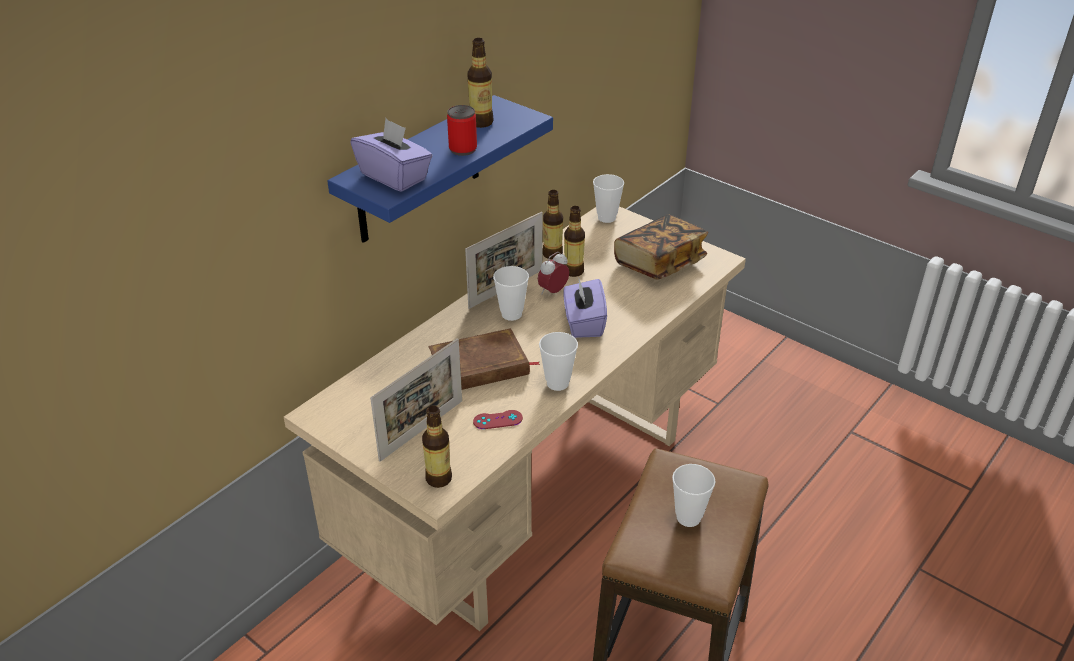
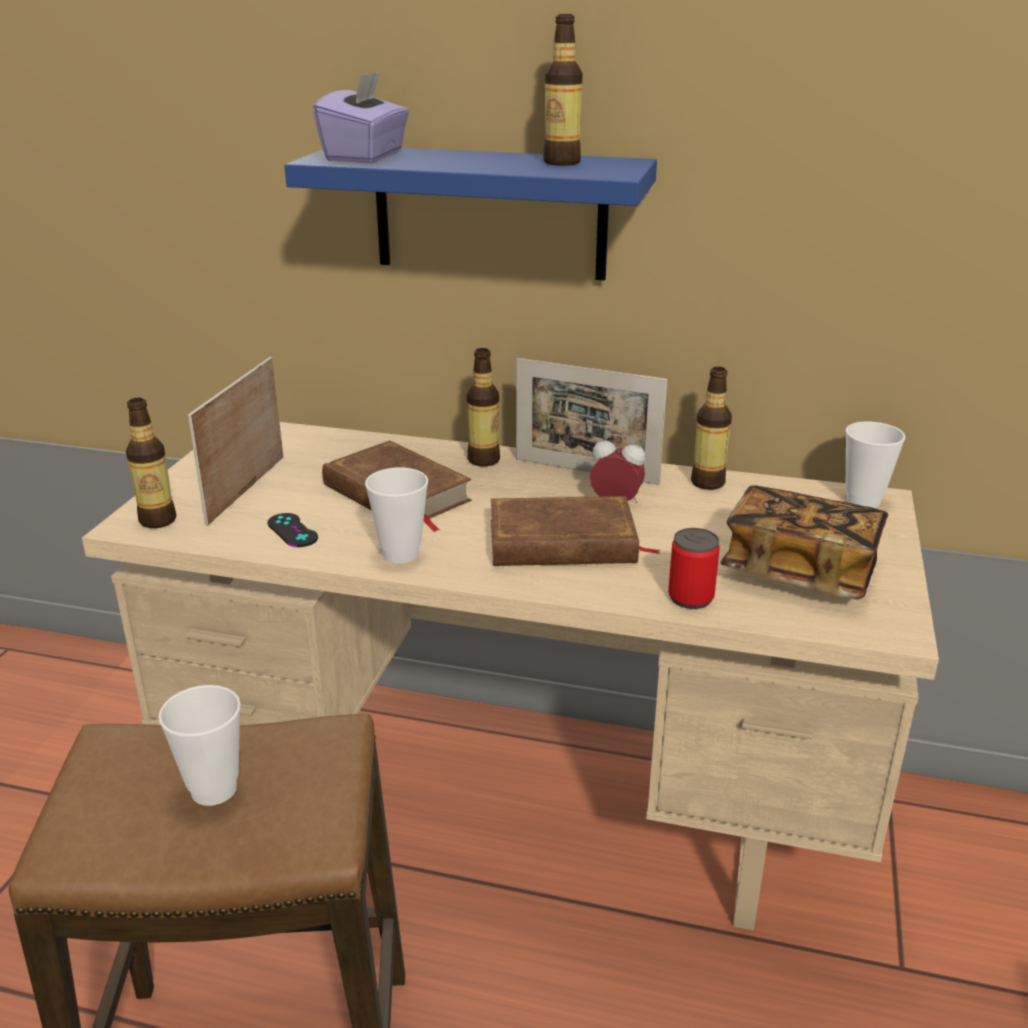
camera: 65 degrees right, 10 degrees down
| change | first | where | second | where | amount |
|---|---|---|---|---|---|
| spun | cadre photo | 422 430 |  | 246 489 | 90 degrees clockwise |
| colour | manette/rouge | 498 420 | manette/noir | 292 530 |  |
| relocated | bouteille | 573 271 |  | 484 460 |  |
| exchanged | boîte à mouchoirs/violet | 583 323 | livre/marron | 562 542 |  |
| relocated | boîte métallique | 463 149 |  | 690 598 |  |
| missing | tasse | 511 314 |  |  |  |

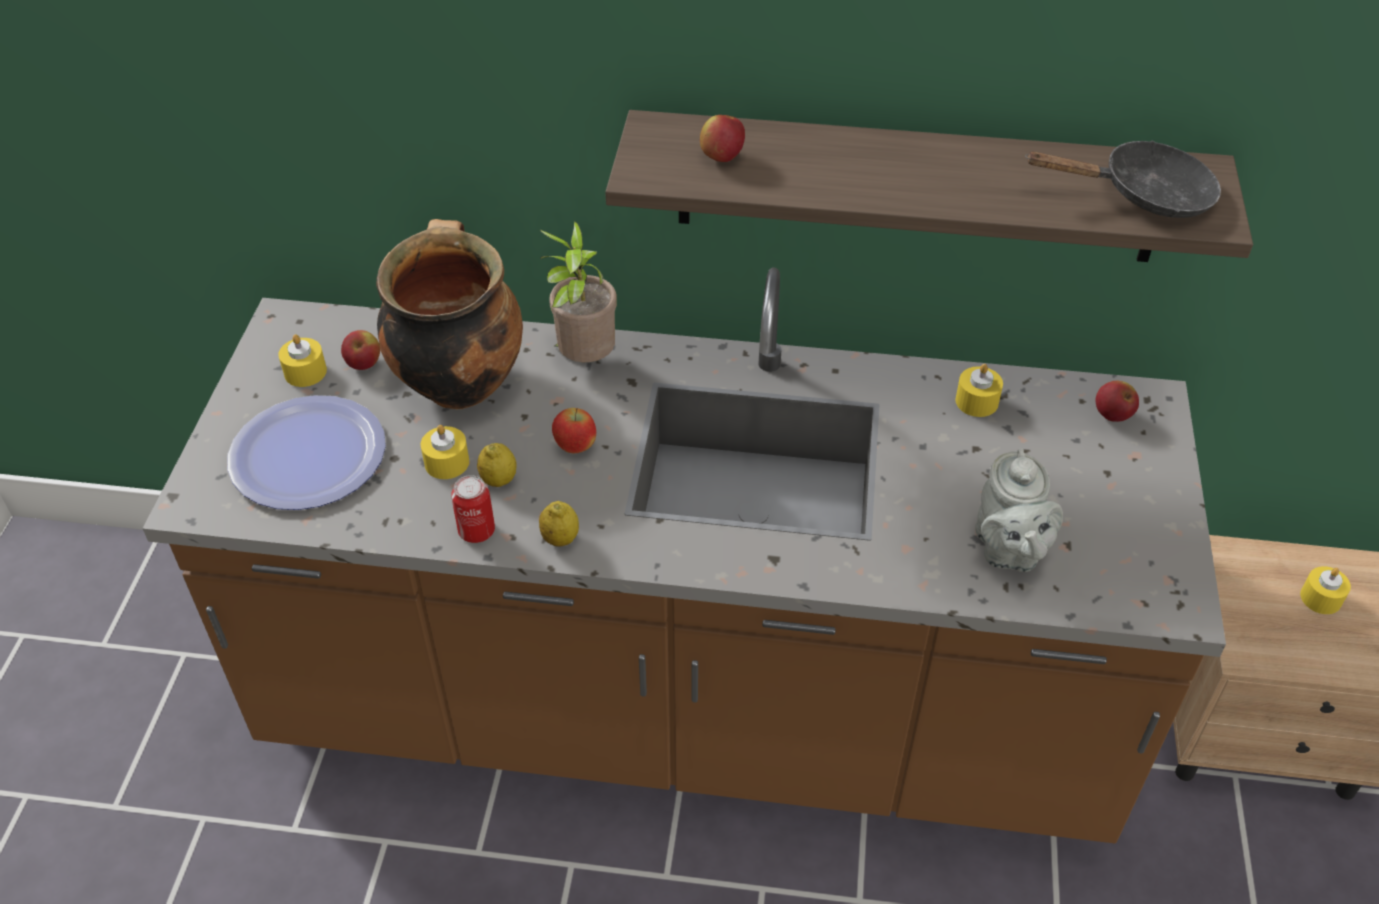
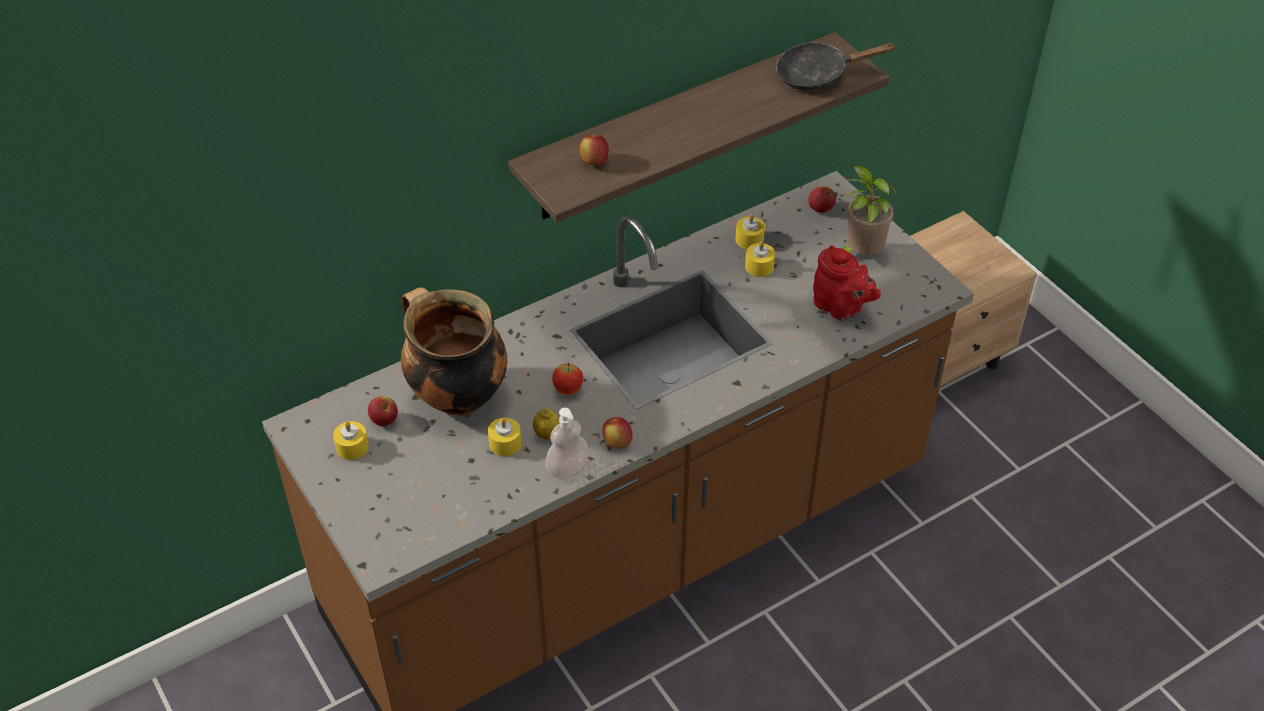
camera: 40 degrees left, 0 degrees up
| change | first | where | second | where | amount |
|---|---|---|---|---|---|
| exchanged | boîte métallique | 476 531 | distributeur de savon | 567 468 |  |
| exchanged | citron | 560 539 | pomme | 617 442 |  |
| relocated | bougie/jaune | 1320 598 |  | 759 266 |  |
| spun | poêle/noir | 1143 195 |  | 818 75 | 150 degrees counterclockwise |
| colour | théière/gris | 1008 550 | théière/rouge | 840 308 |  |
| relocated | plante en pot | 584 359 |  | 860 254 |  |
| missing | assiette | 308 455 |  |  |  |

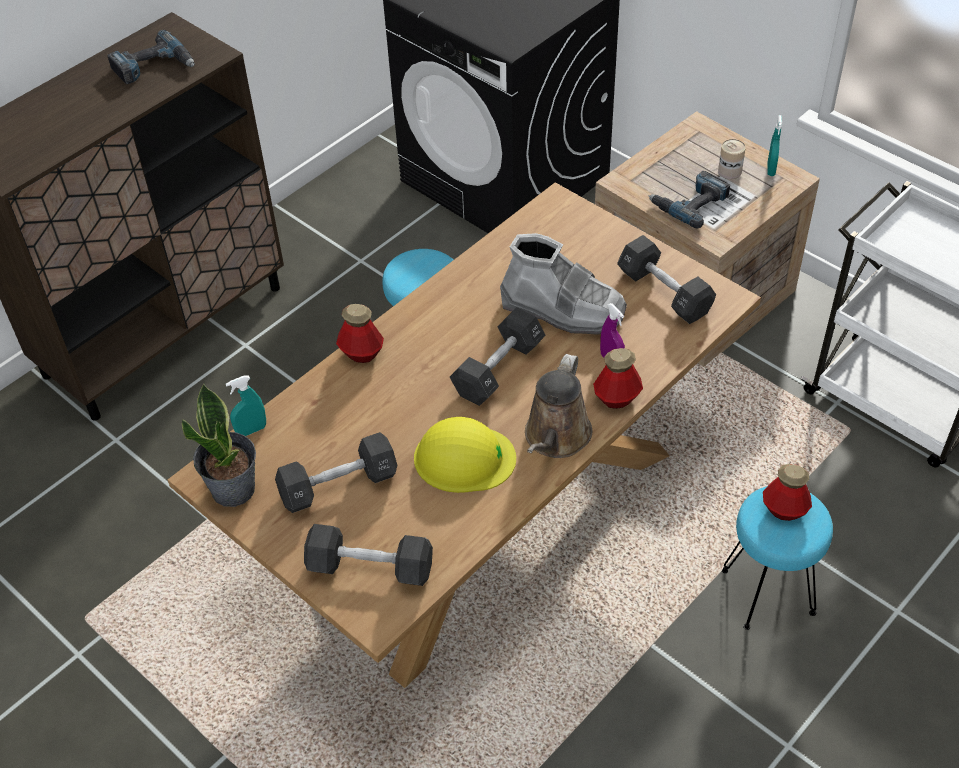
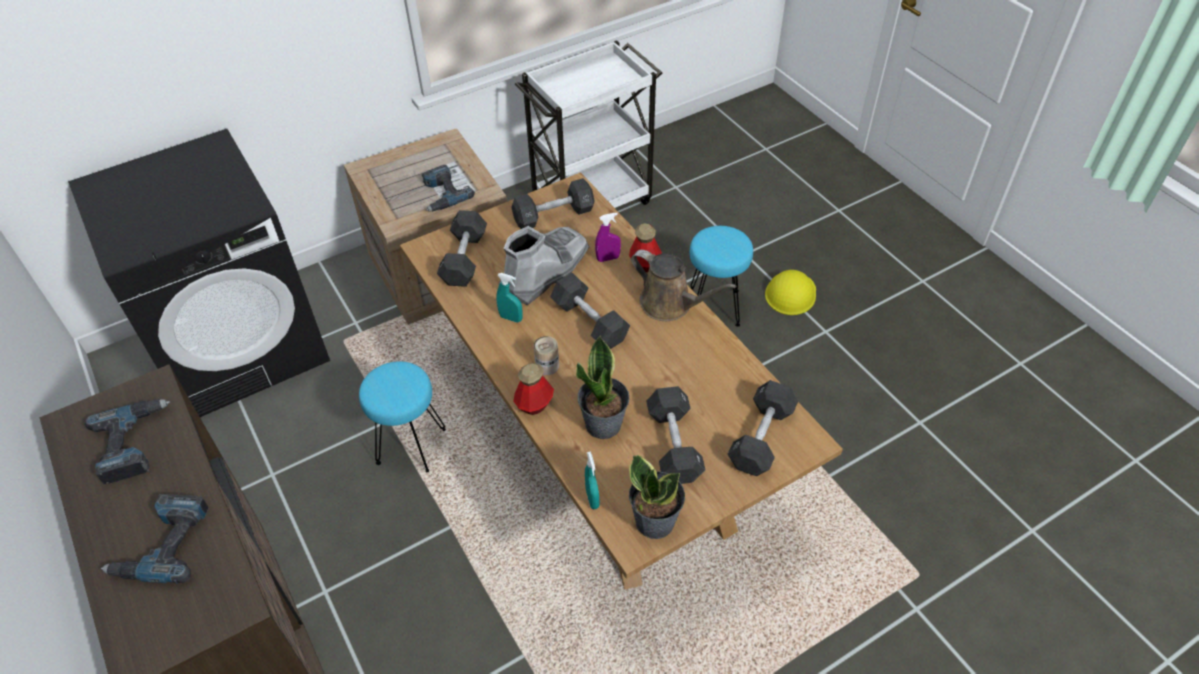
camera: 75 degrees left, 0 degrees up
| change | first | where | second | where | amount |
|---|---|---|---|---|---|
| appeared |  |  | perceuse | 163 544 |  |
| appeared |  |  | haltère/noir | 464 259 |  |
| relocated | vaporisateur/turquoise | 771 169 |  | 511 318 |  |
| relocated | boîte métallique | 729 171 |  | 547 365 |  |
| appeared |  |  | plante en pot | 604 424 |  |
| relocated | casque de chantier/jaune | 464 458 |  | 790 293 |  |
| missing | bouteille | 784 510 |  |  |  |

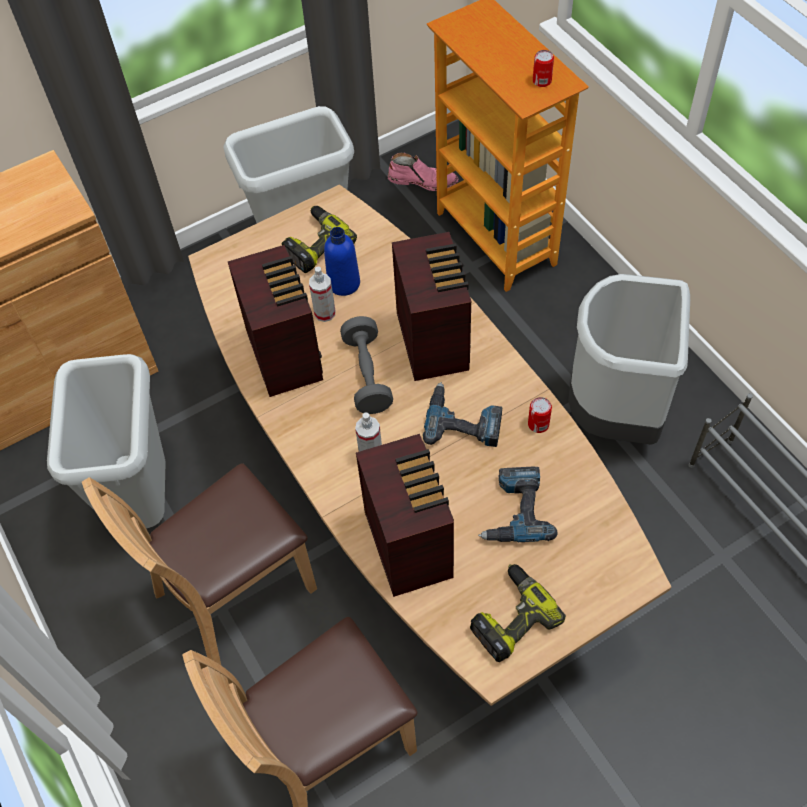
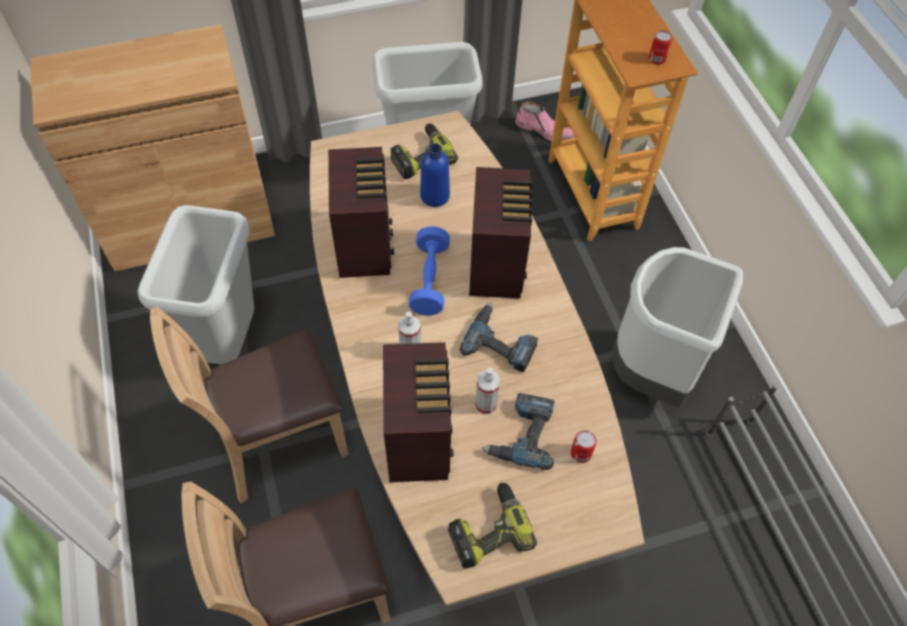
camera: 10 degrees right, 0 degrees up
| change | first | where | second | where | amount |
|---|---|---|---|---|---|
| colour | haltère/gris | 367 375 | haltère/bleu | 429 280 |  |
| relocated | vaporisateur | 325 313 |  | 486 404 |  |
| relocated | boîte métallique | 538 424 |  | 580 453 |  |

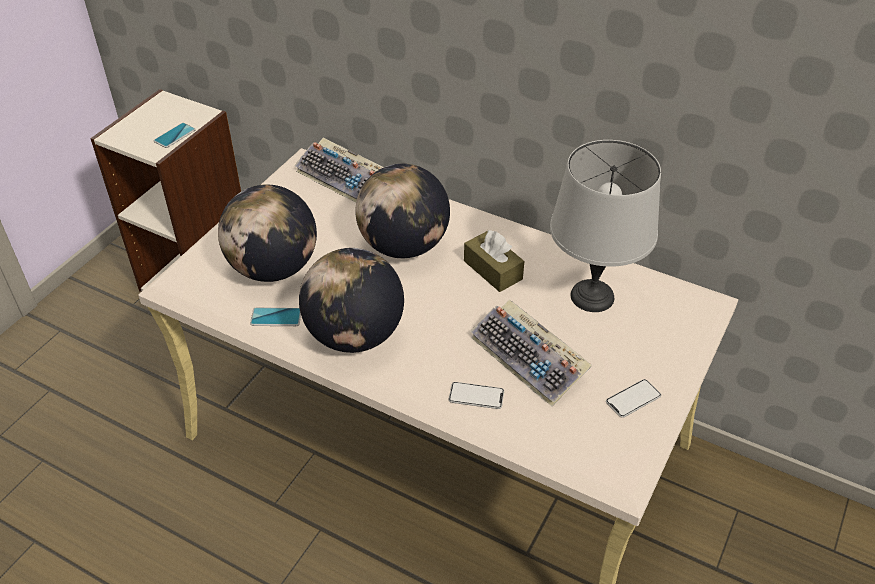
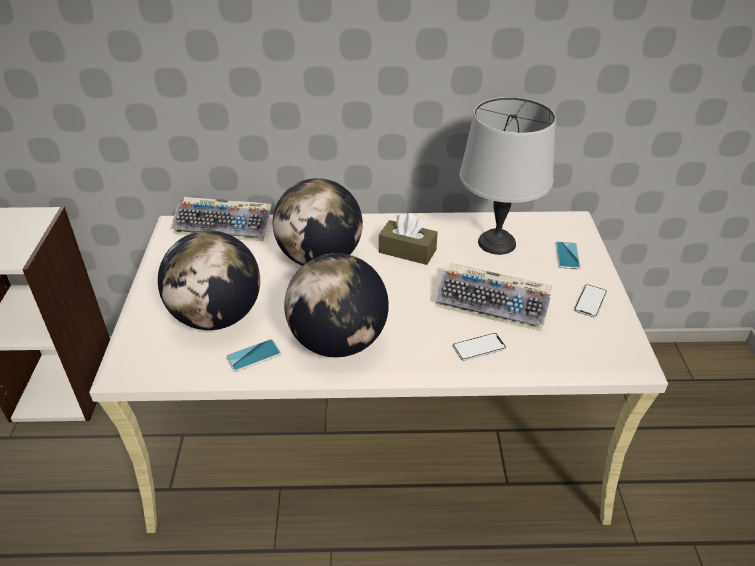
camera: 30 degrees left, 5 degrees down
| change | first | where | second | where | amount |
|---|---|---|---|---|---|
| relocated | téléphone | 175 136 |  | 567 256 |  |

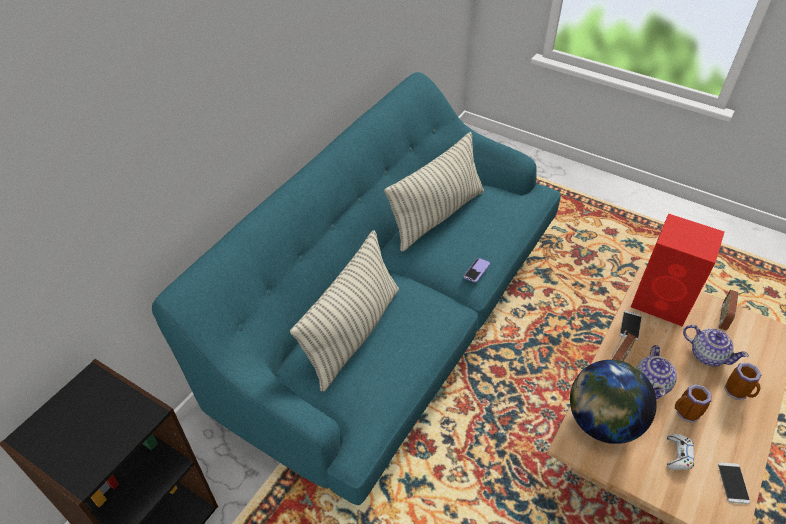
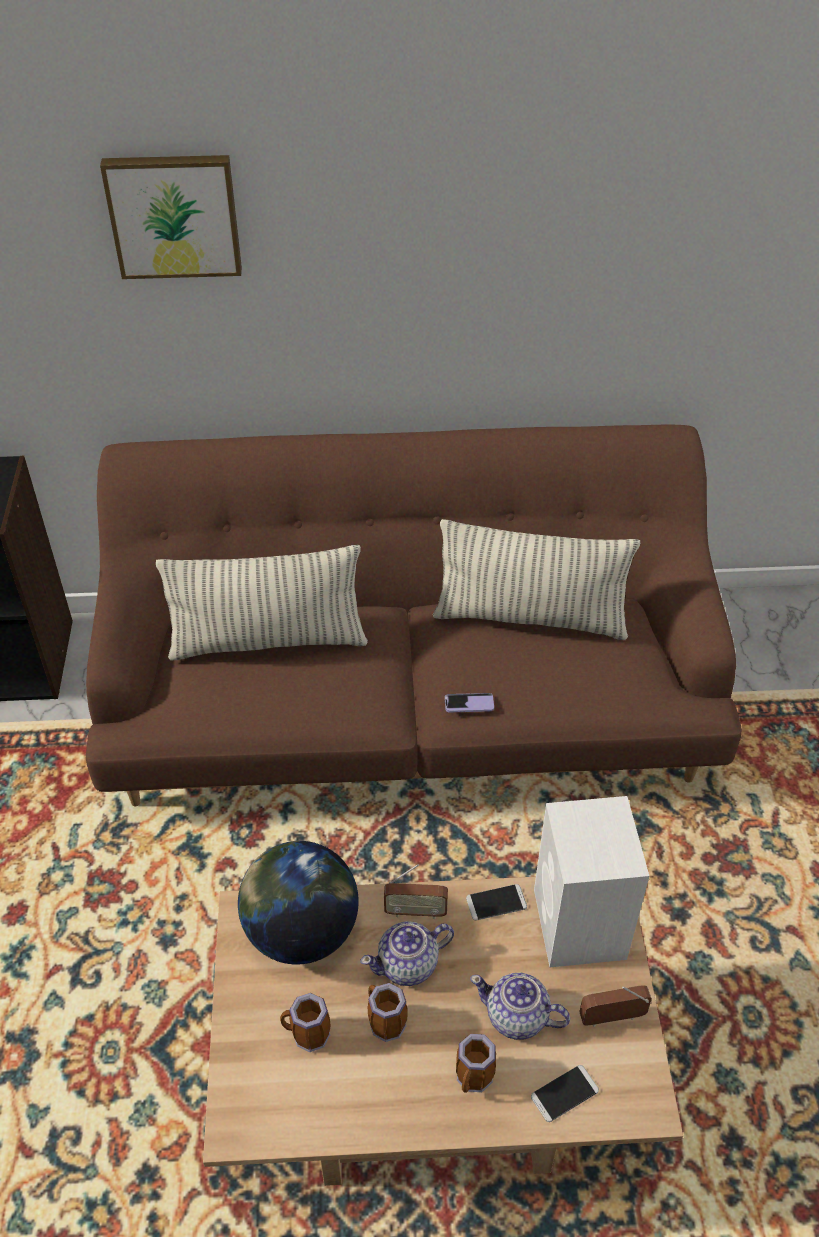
camera: 55 degrees right, 0 degrees up
| change | first | where | second | where | amount |
|---|---|---|---|---|---|
| colour | canapé/turquoise | 393 320 | canapé/marron | 409 705 |  |
| appeared |  |  | tableau | 174 215 |  |
| exchanged | manette/blanc | 678 455 | mug | 307 1036 |  |
| spun | théière | 707 355 |  | 517 1017 | 105 degrees clockwise |
| relocated | téléphone | 733 483 |  | 564 1093 |  |
| colour | enceinte/rouge | 663 301 | enceinte/blanc | 580 926 |  |

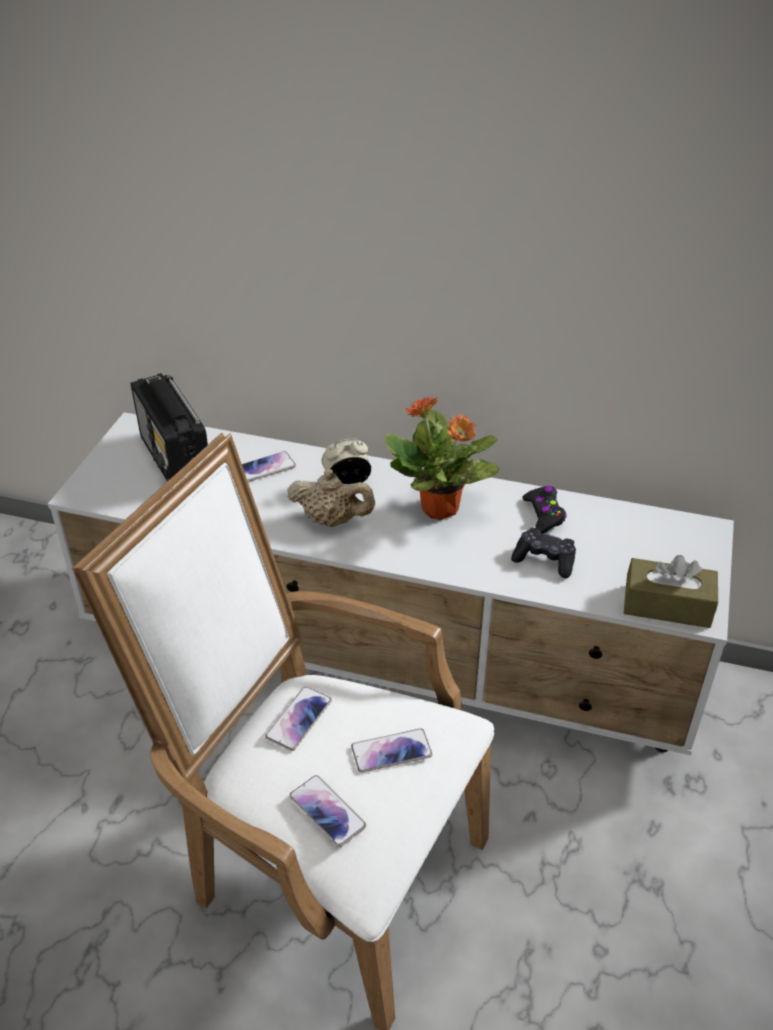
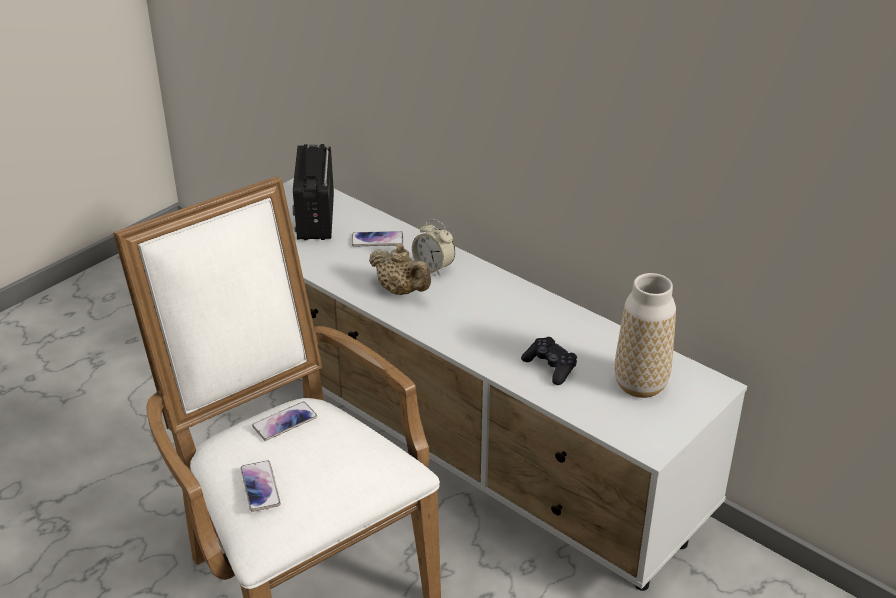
camera: 25 degrees right, 5 degrees down
| change | first | where | second | where | amount |
|---|---|---|---|---|---|
| spun | réveil | 347 483 |  | 433 267 | 150 degrees counterclockwise |
| appeared |  |  | vase | 640 385 |  |
| missing | téléphone | 391 751 |  |  |  |
| missing | plante en pot | 440 509 |  |  |  |
| missing | manette/noir | 544 514 |  |  |  |
| missing | boîte à mouchoirs/marron | 667 605 |  |  |  |

